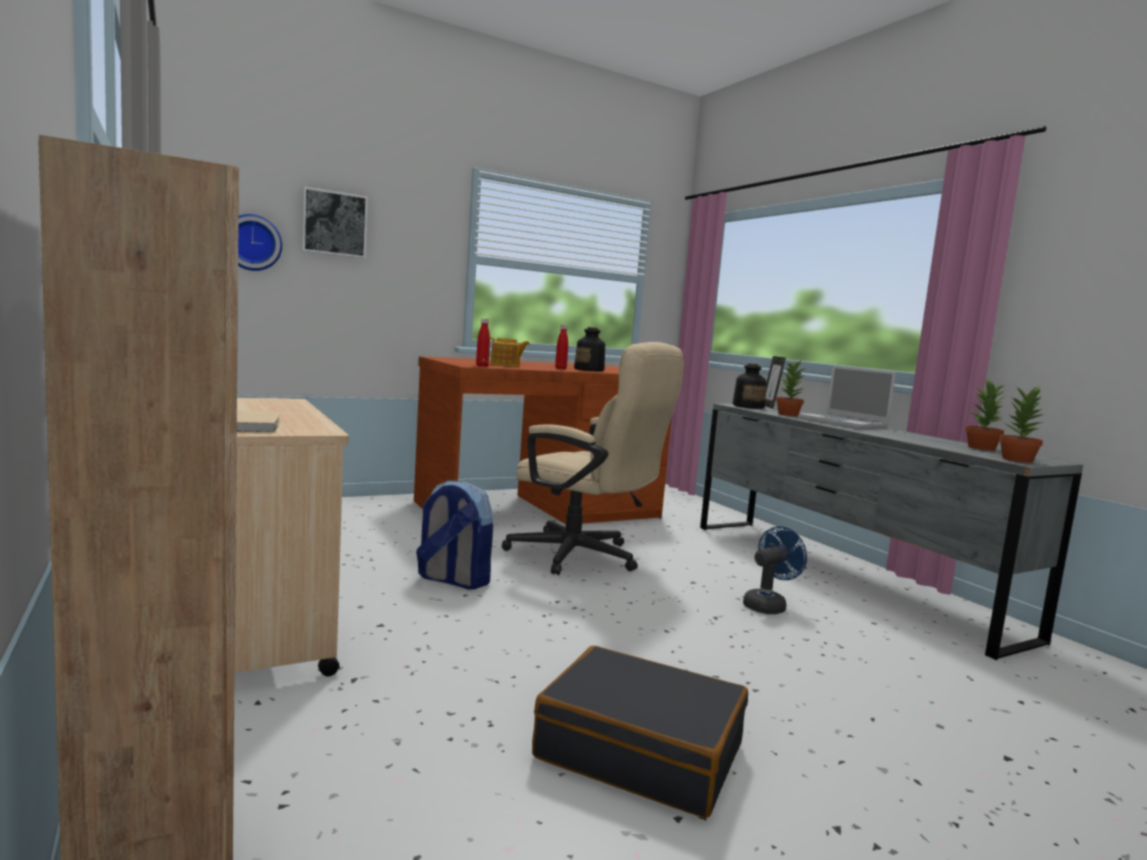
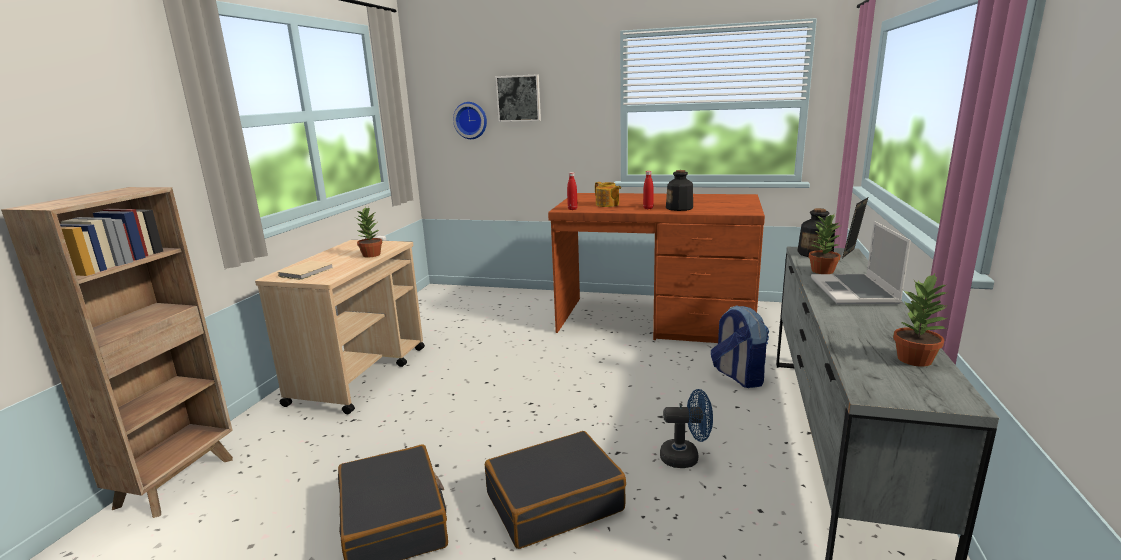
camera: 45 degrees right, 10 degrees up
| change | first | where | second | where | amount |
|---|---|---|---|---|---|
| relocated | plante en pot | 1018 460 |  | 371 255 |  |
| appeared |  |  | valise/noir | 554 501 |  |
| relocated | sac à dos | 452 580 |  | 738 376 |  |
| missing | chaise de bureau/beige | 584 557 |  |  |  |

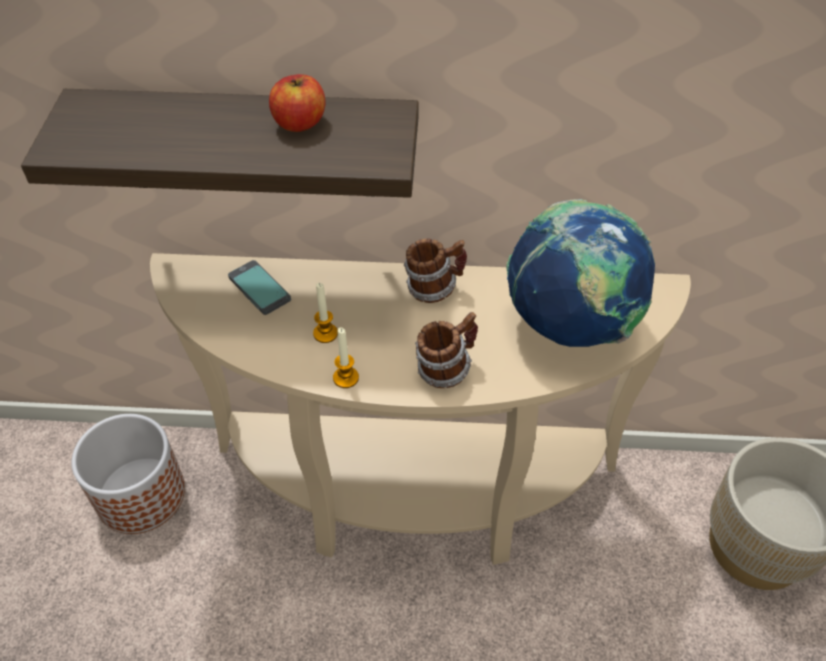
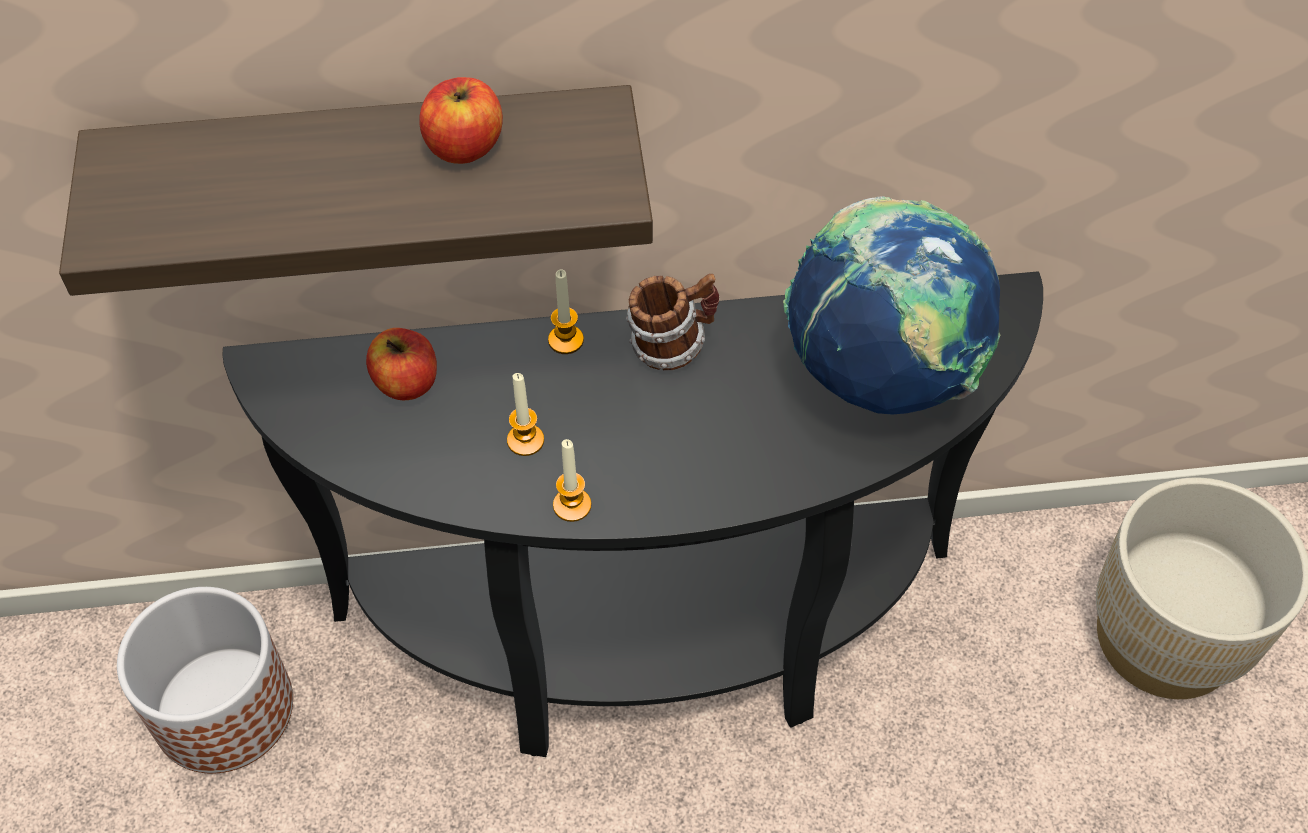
camera: 10 degrees left, 5 degrees up
| change | first | where | second | where | amount |
|---|---|---|---|---|---|
| colour | table console/beige | 413 498 | table console/noir | 651 646 |  |
| exchanged | téléphone | 259 288 | pomme | 406 382 |  |
| appeared |  |  | bougie | 566 340 |  |
| missing | mug | 445 369 |  |  |  |

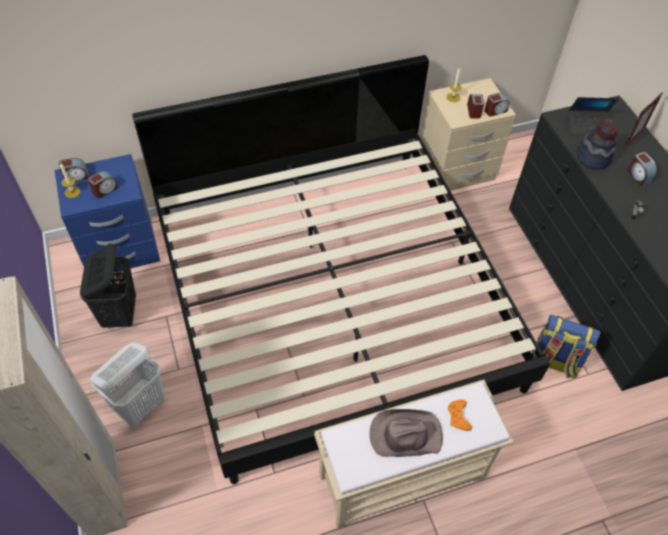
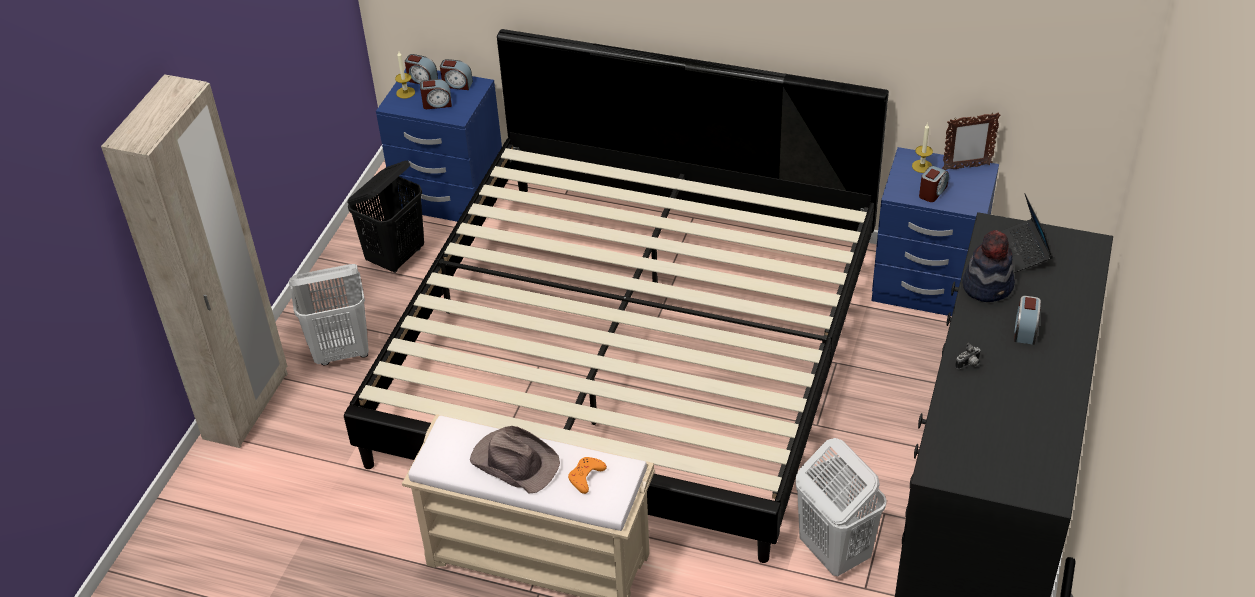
camera: 40 degrees right, 10 degrees down
| change | first | where | second | where | amount |
|---|---|---|---|---|---|
| relocated | réveil | 495 111 |  | 457 84 |  |
| exchanged | sac à dos | 554 361 | panier à linge/blanc | 833 552 |  |
| colour | table de chevet/beige | 456 170 | table de chevet/bleu | 926 286 |  |
| relocated | cadre photo | 632 139 |  | 966 167 |  |
| spun | ordinateur portable | 588 126 |  | 1023 251 | 45 degrees clockwise |

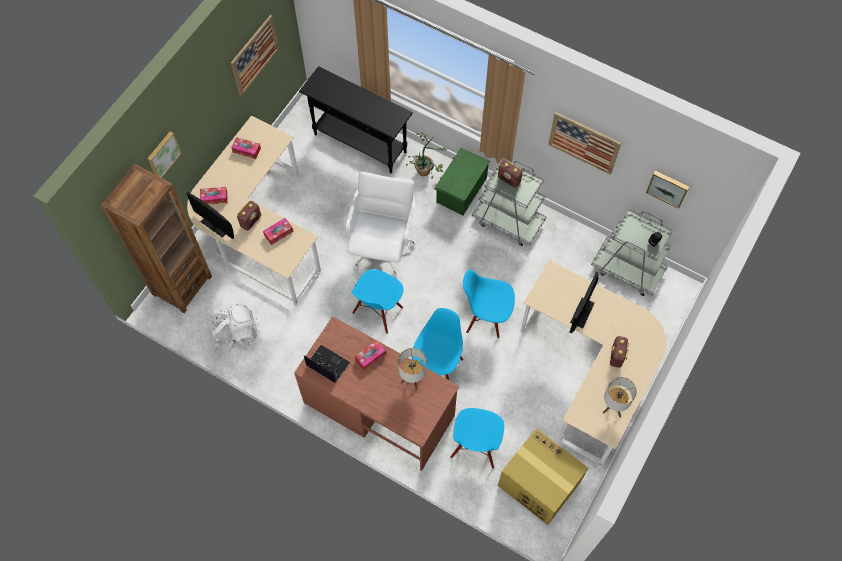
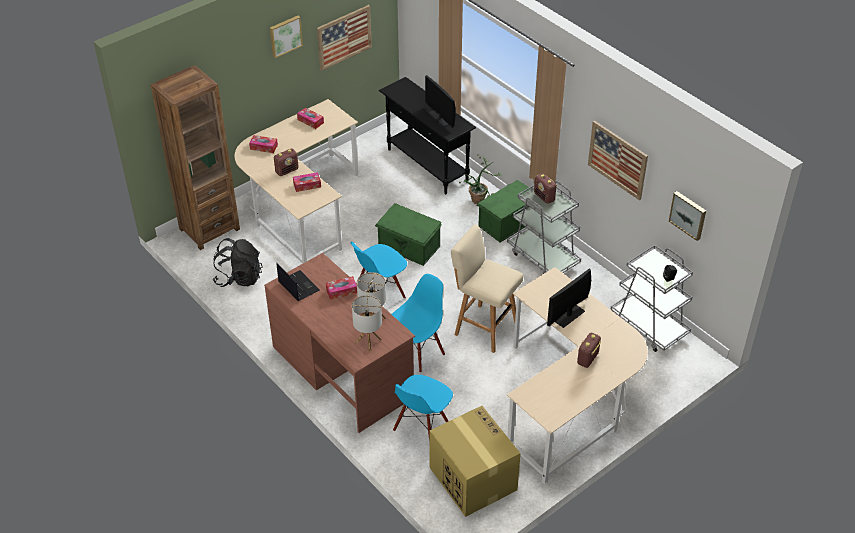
camera: 20 degrees right, 20 degrees down
| change | first | where | second | where | amount |
|---|---|---|---|---|---|
| colour | sac à dos/blanc | 236 334 | sac à dos/noir | 239 277 |  |
| relocated | tableau | 163 154 |  | 285 35 |  |
| relocated | lampe de table | 613 406 |  | 368 341 |  |
| exchanged | chaise de bureau/blanc | 382 247 | boîte de rangement/vert | 409 247 |  |
| relocated | écran d'ordinateur | 216 225 |  | 441 117 |  |
| exchanged | chaise/bleu | 486 317 | tabouret/beige | 484 327 |  |

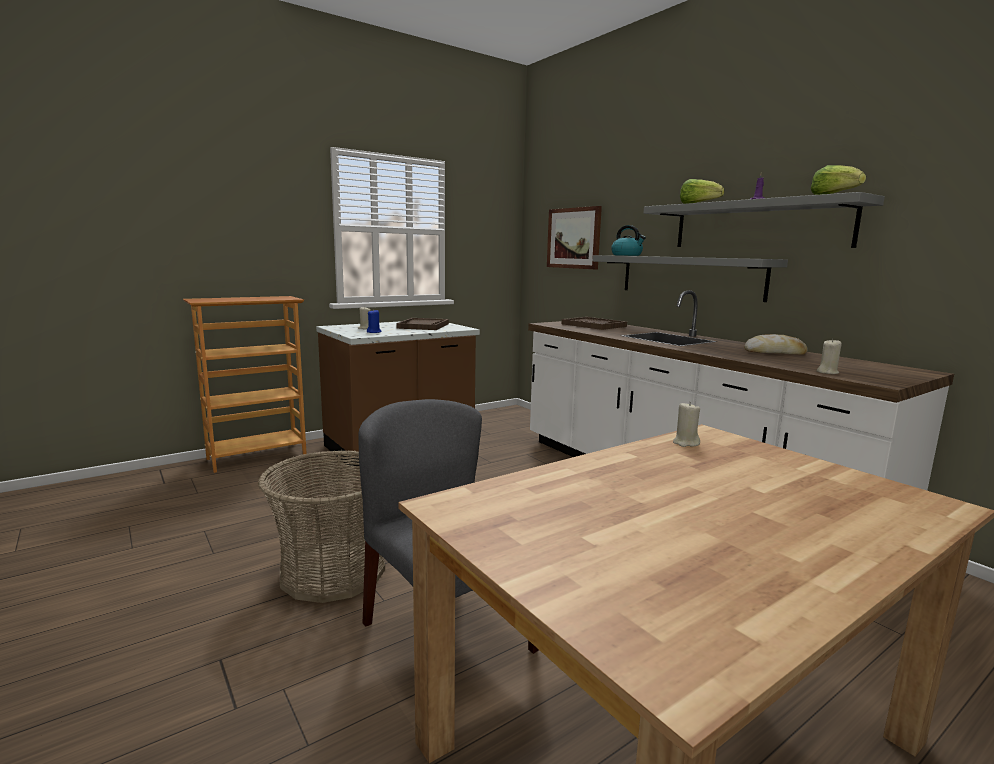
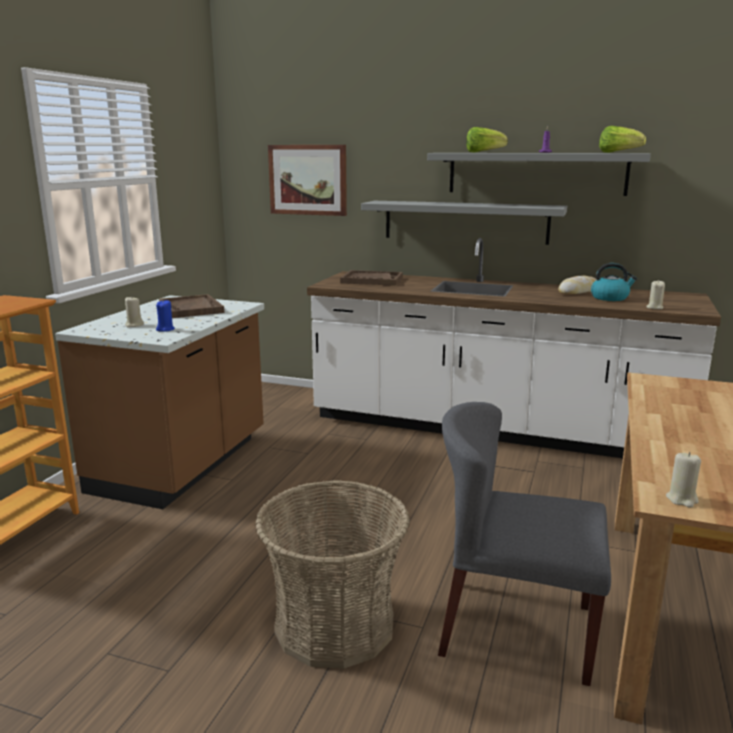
camera: 35 degrees left, 5 degrees up
| change | first | where | second | where | amount |
|---|---|---|---|---|---|
| relocated | bouilloire | 627 255 |  | 610 298 |  |
| relocated | bougie/beige | 685 443 |  | 682 499 |  |

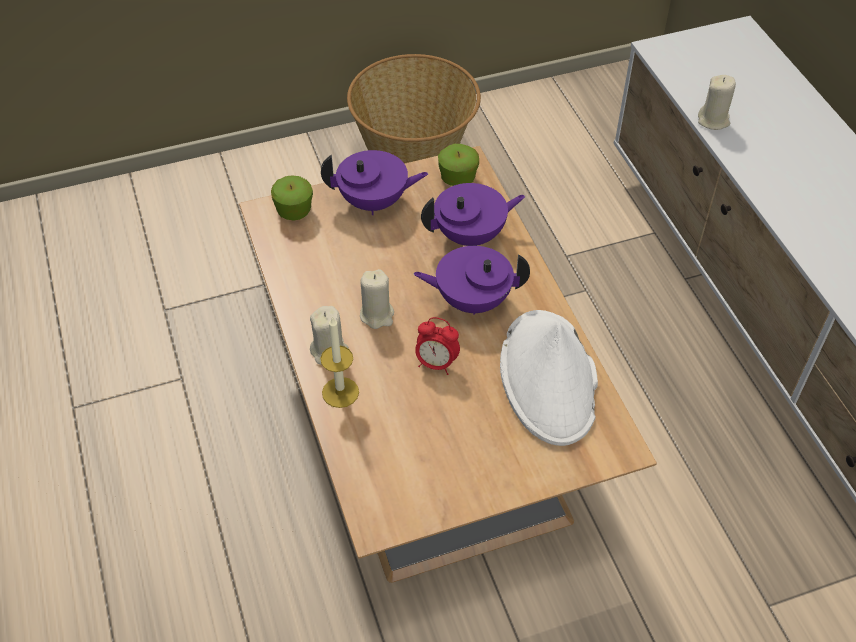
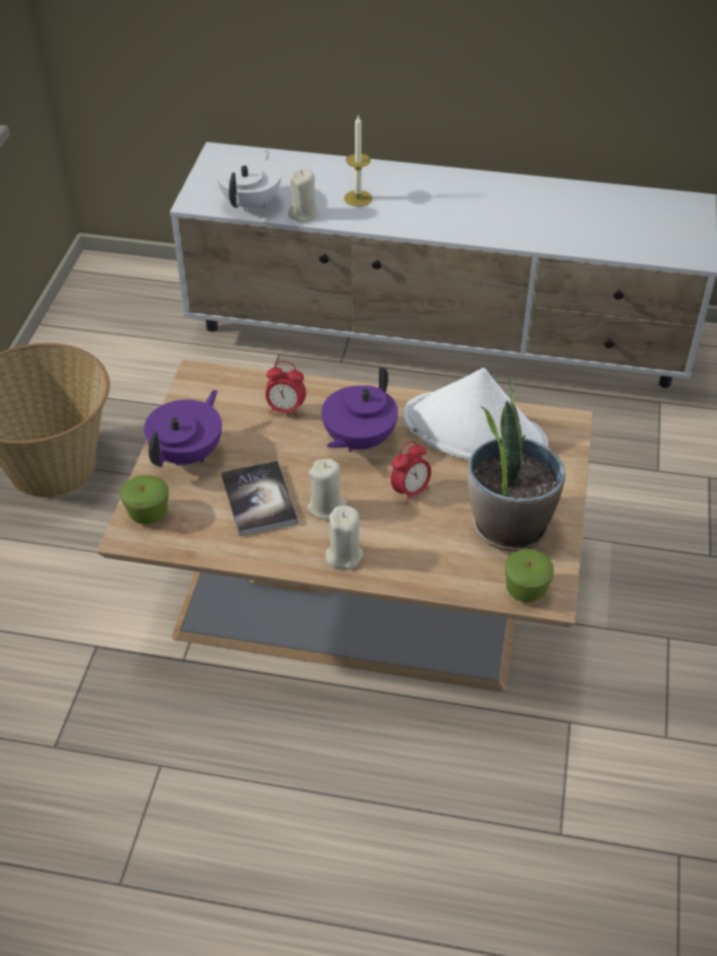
camera: 60 degrees left, 5 degrees down
| change | first | where | second | where | amount |
|---|---|---|---|---|---|
| appeared |  |  | théière/blanc | 252 203 |  |
| appeared |  |  | livre | 259 500 |  |
| exchanged | théière/violet | 471 236 | réveil | 285 410 |  |
| relocated | bougie | 340 392 |  | 358 198 |  |
| appeared |  |  | plante en pot | 508 525 |  |
| relocated | pomme | 458 179 |  | 525 590 |  |

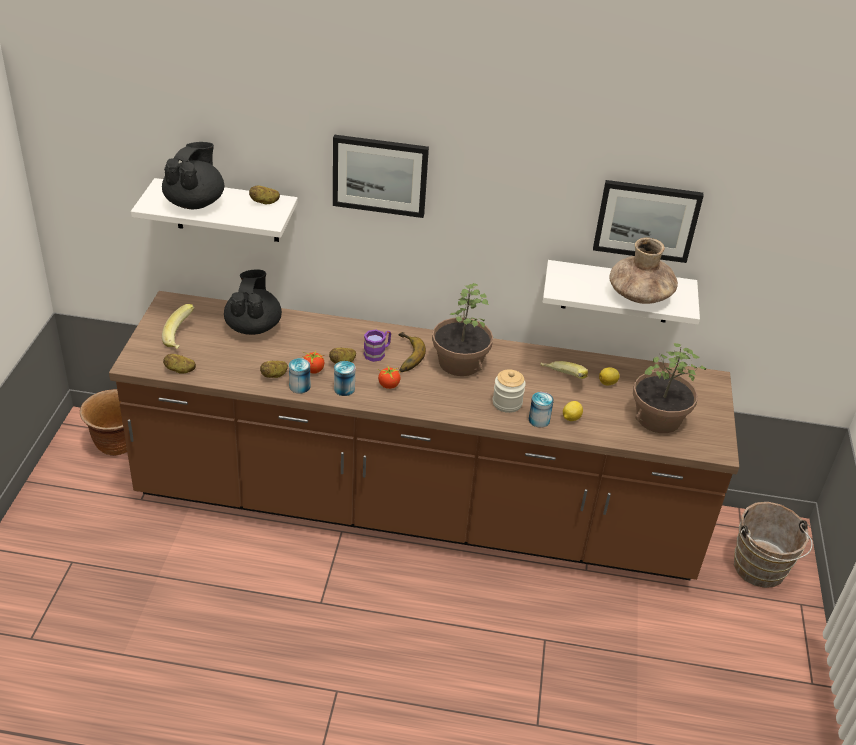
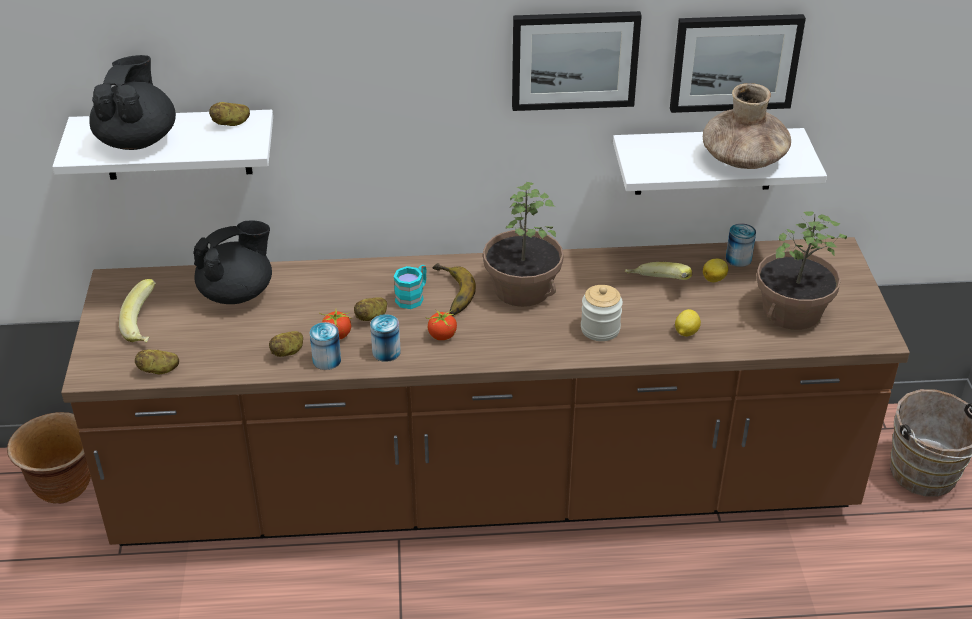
camera: 10 degrees left, 0 degrees up
| change | first | where | second | where | amount |
|---|---|---|---|---|---|
| spun | théière/noir | 253 326 |  | 237 293 | 60 degrees clockwise |
| colour | mug/violet | 378 353 | mug/turquoise | 413 296 |  |
| relocated | tableau | 380 175 |  | 574 59 |  |
| relocated | boîte métallique | 539 420 |  | 738 259 |  |

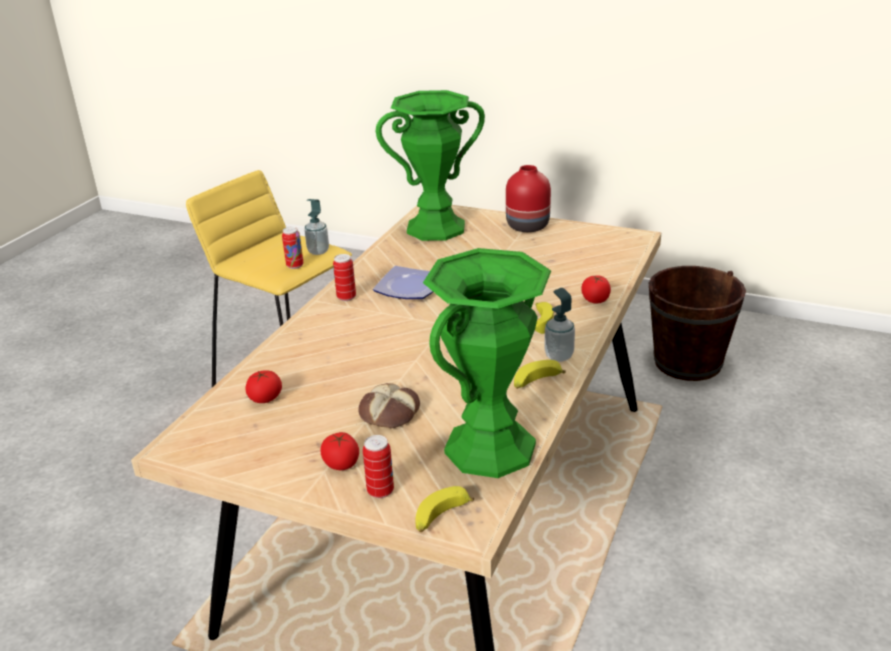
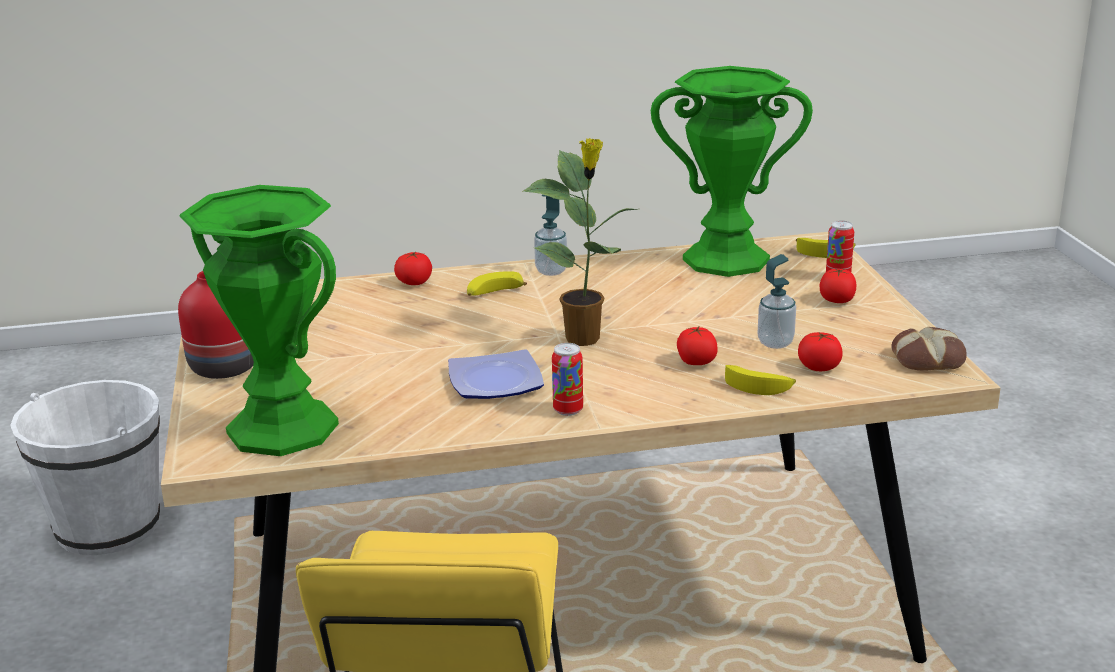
camera: 125 degrees left, 5 degrees down
| change | first | where | second | where | amount |
|---|---|---|---|---|---|
| colour | seau/marron | 688 362 | seau/blanc | 108 526 |  |
| appeared |  |  | plante en pot | 585 339 |  |
| appeared |  |  | tomate | 696 362 |  |
| relocated | banane | 536 382 |  | 759 386 |  |
| relocated | distributeur de savon | 318 251 |  | 775 343 |  |
| relocated | pain | 391 413 |  | 927 358 |  |
| missing | boîte métallique | 295 266 |  |  |  |

